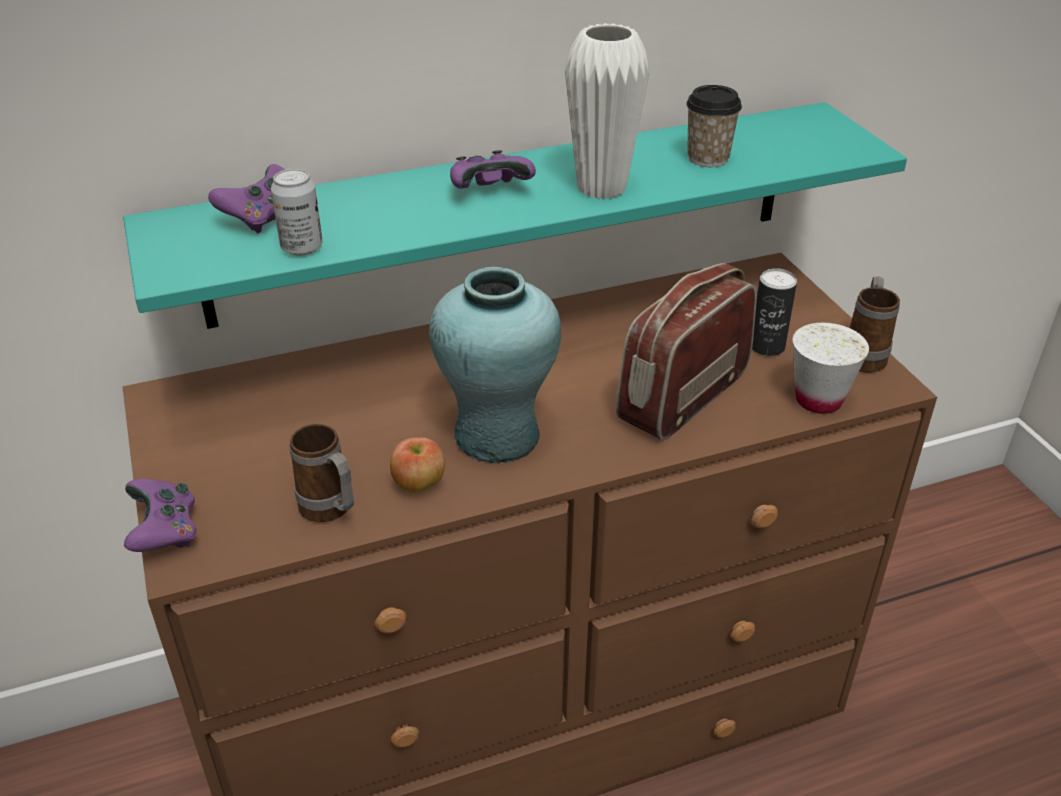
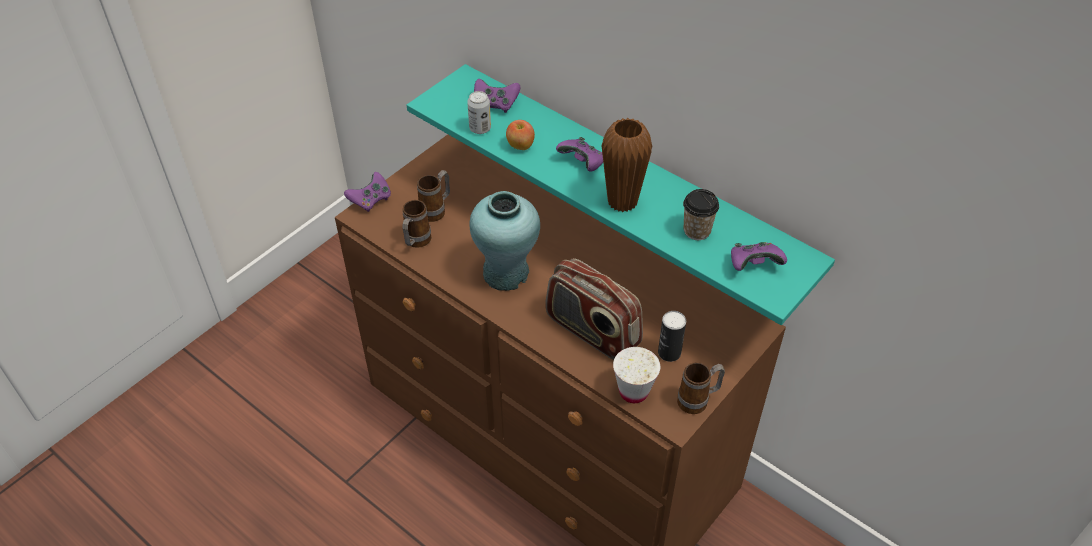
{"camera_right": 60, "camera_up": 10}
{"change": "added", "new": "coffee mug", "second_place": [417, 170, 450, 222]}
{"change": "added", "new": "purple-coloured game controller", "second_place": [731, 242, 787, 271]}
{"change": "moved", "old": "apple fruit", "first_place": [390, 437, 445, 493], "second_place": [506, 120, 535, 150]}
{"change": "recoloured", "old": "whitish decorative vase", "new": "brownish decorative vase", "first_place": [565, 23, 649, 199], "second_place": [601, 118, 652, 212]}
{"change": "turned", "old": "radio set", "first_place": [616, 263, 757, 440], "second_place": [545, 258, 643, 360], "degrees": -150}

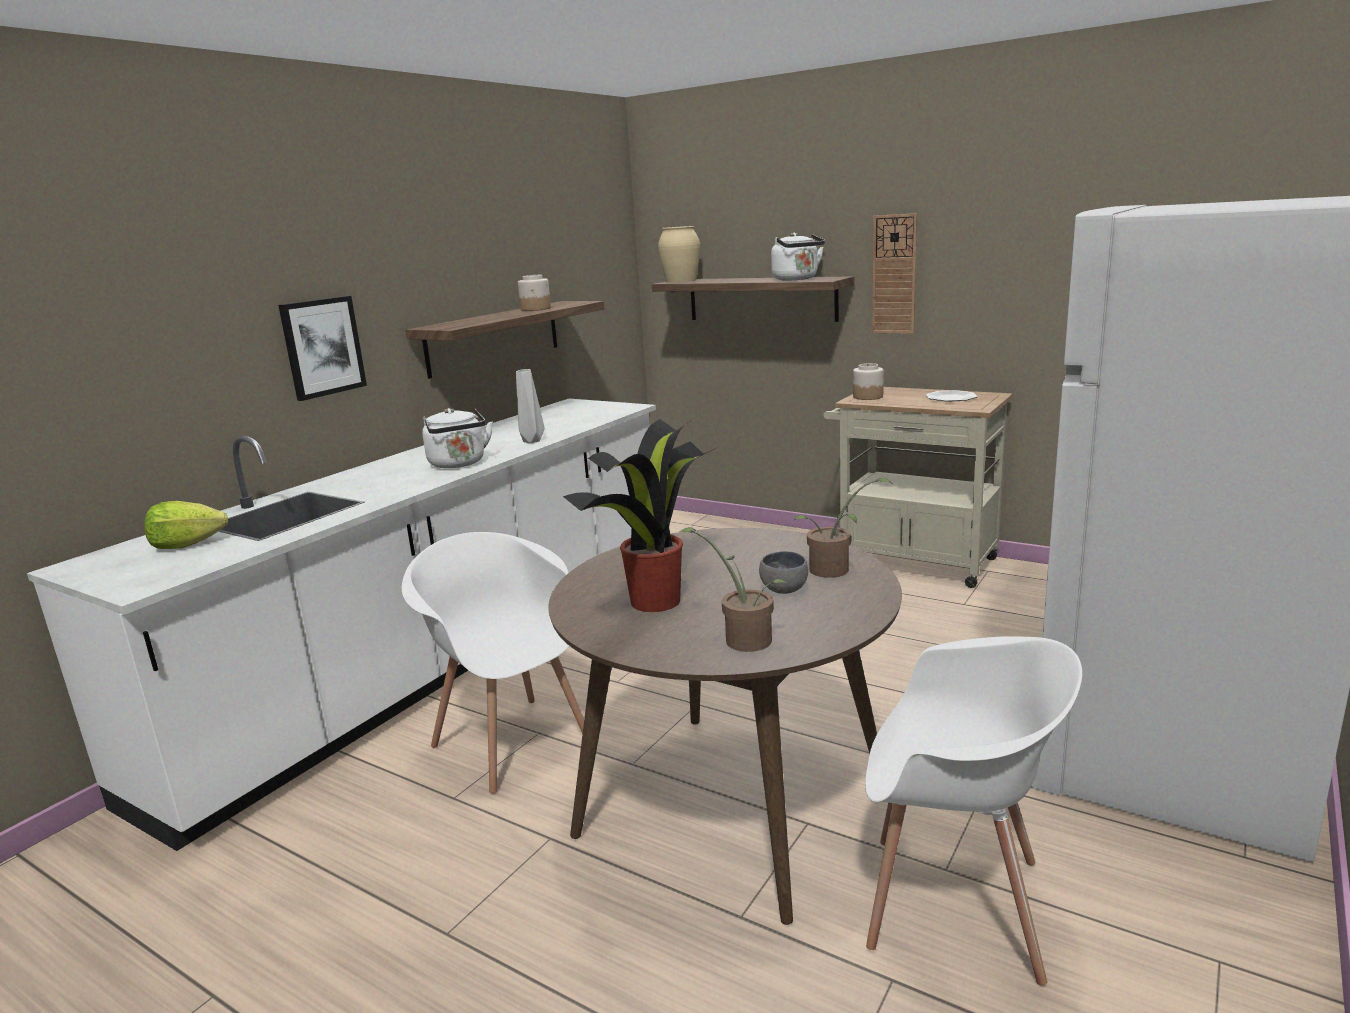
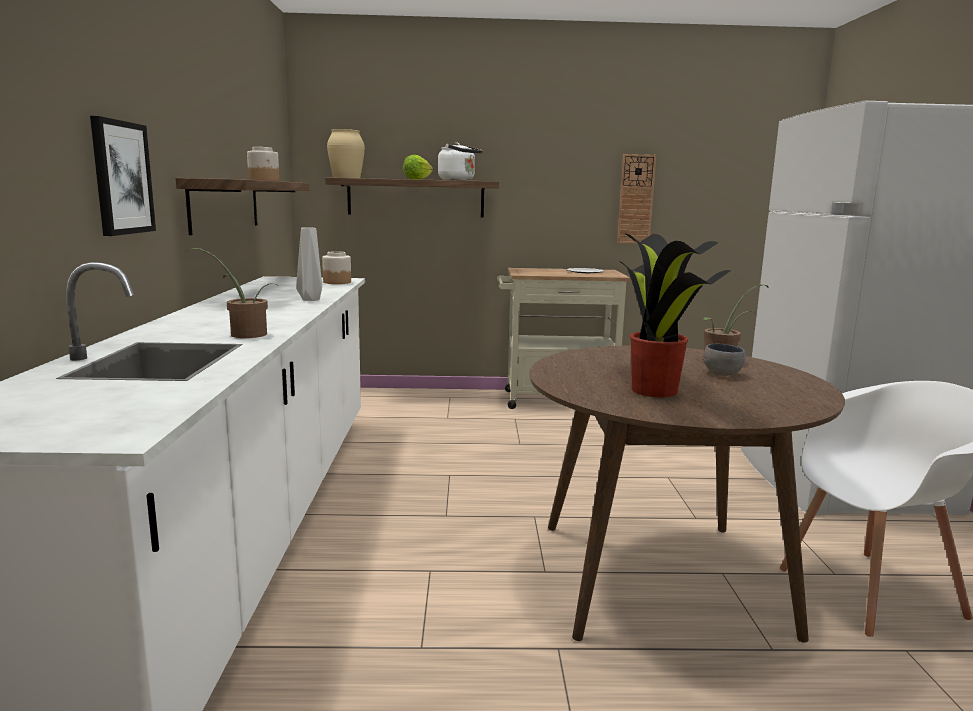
{"camera_right": -35, "camera_up": -5}
{"change": "removed", "old": "whitish chair", "first_place": [402, 532, 584, 794]}
{"change": "removed", "old": "whitish tea kettle", "first_place": [422, 408, 493, 468]}
{"change": "moved", "old": "lettuce head", "first_place": [144, 501, 228, 549], "second_place": [403, 155, 433, 180]}
{"change": "moved", "old": "houseplant", "first_place": [678, 527, 788, 652], "second_place": [185, 248, 269, 338]}
{"change": "moved", "old": "preserve jar", "first_place": [853, 363, 884, 400], "second_place": [322, 251, 351, 284]}
{"change": "moved", "old": "wall clock", "first_place": [872, 213, 917, 334], "second_place": [617, 154, 656, 244]}

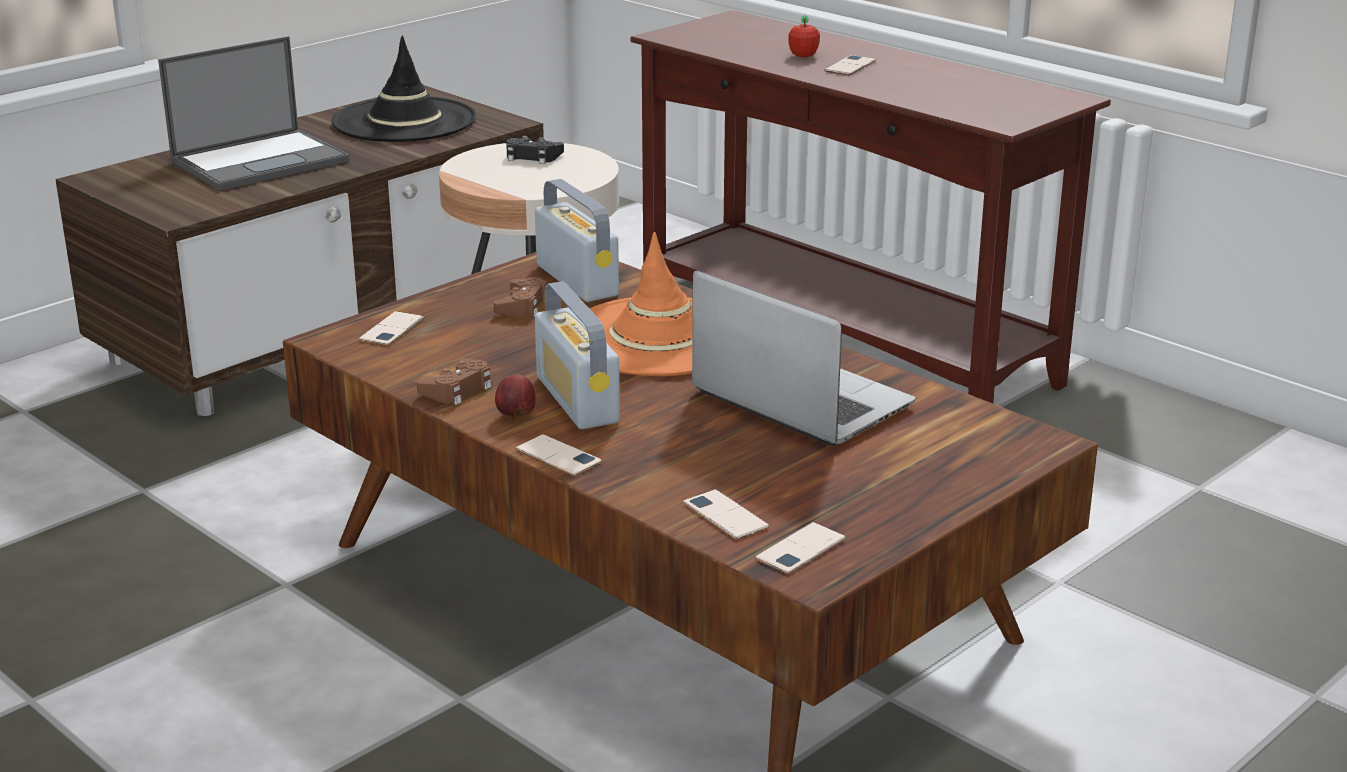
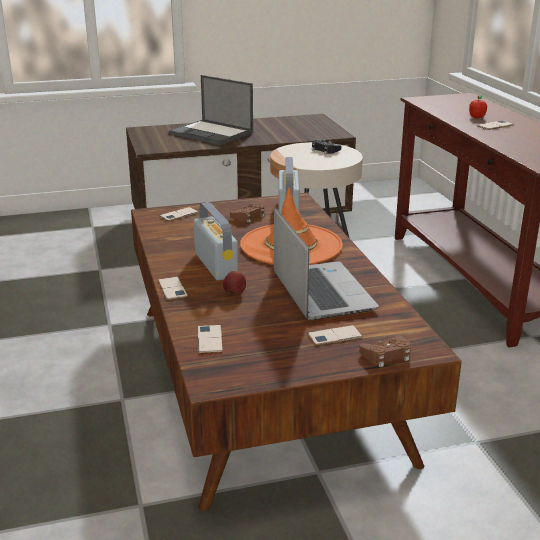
{"camera_right": 30, "camera_up": 0}
{"change": "removed", "old": "black-coloured hat", "first_place": [332, 36, 476, 142]}
{"change": "moved", "old": "brownish game controller", "first_place": [417, 358, 492, 405], "second_place": [359, 335, 411, 367]}
{"change": "moved", "old": "apple fruit", "first_place": [495, 375, 536, 419], "second_place": [223, 271, 246, 295]}
{"change": "moved", "old": "phone", "first_place": [755, 522, 846, 574], "second_place": [308, 325, 363, 346]}
{"change": "turned", "old": "laptop", "first_place": [158, 36, 350, 191], "second_place": [169, 75, 253, 145], "degrees": 45}
{"change": "turned", "old": "radio set", "first_place": [535, 281, 620, 429], "second_place": [194, 202, 238, 281], "degrees": 150}

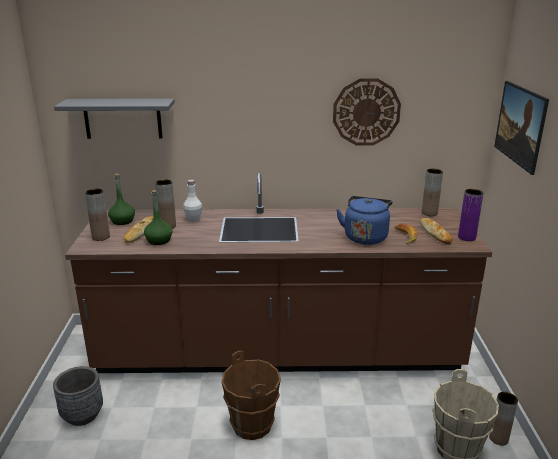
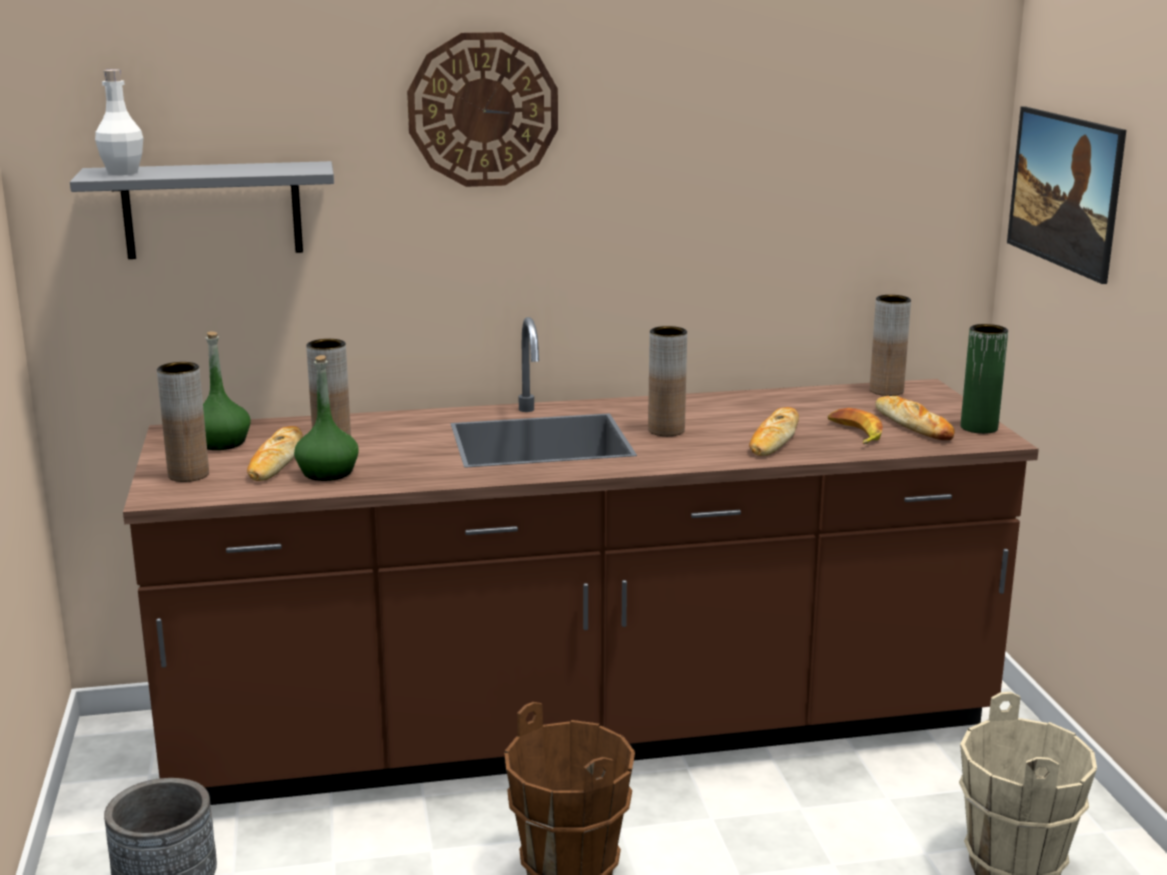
{"camera_right": -10, "camera_up": -5}
{"change": "moved", "old": "whitish beverage bottle", "first_place": [183, 180, 202, 222], "second_place": [95, 69, 143, 175]}
{"change": "moved", "old": "wall clock", "first_place": [333, 78, 401, 146], "second_place": [407, 32, 558, 187]}
{"change": "moved", "old": "brownish decorative vase", "first_place": [489, 392, 518, 446], "second_place": [648, 326, 687, 436]}
{"change": "replaced", "old": "blue-coloured tea kettle", "new": "bakery bread", "first_place": [336, 196, 393, 245], "second_place": [749, 407, 799, 456]}
{"change": "recoloured", "old": "purple-coloured decorative vase", "new": "green-coloured decorative vase", "first_place": [458, 189, 484, 241], "second_place": [961, 324, 1008, 434]}

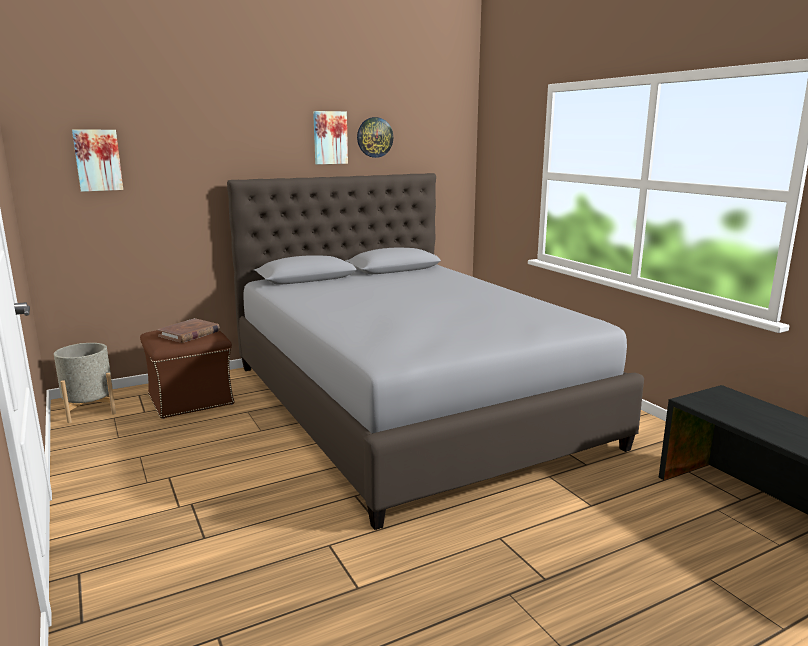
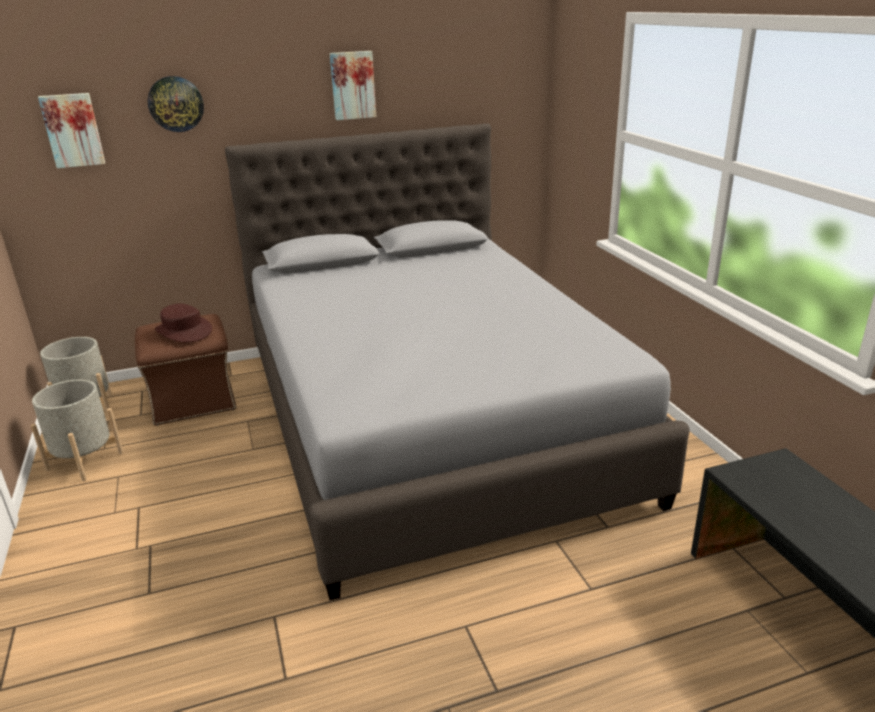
{"camera_right": 10, "camera_up": 10}
{"change": "added", "new": "greyish flower pot", "second_place": [31, 379, 124, 481]}
{"change": "moved", "old": "wall clock", "first_place": [357, 117, 393, 158], "second_place": [148, 76, 204, 132]}
{"change": "replaced", "old": "brownish bound book", "new": "brownish hat", "first_place": [157, 318, 220, 343], "second_place": [155, 304, 212, 343]}

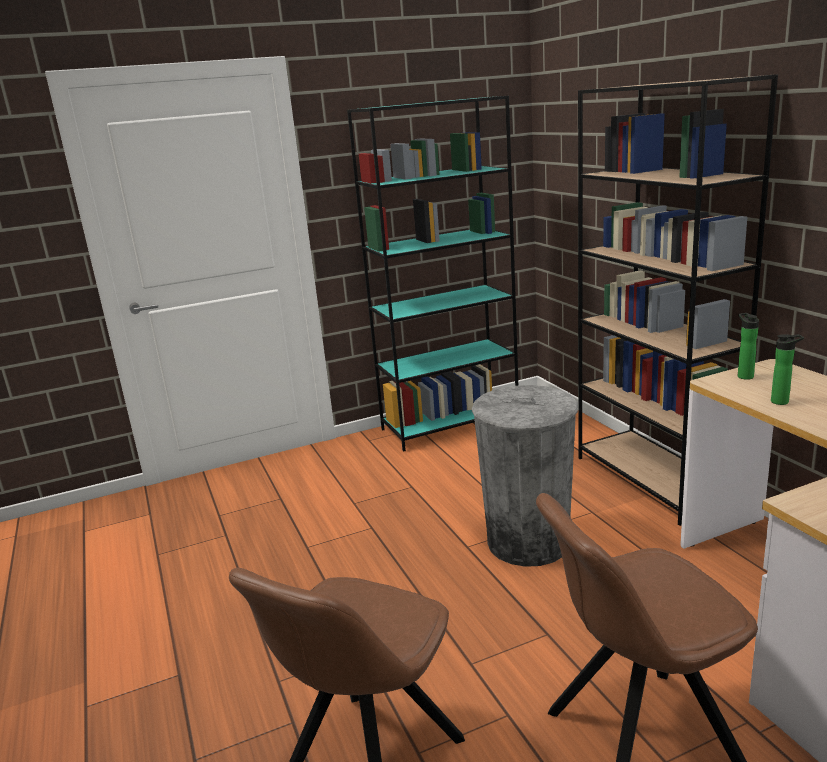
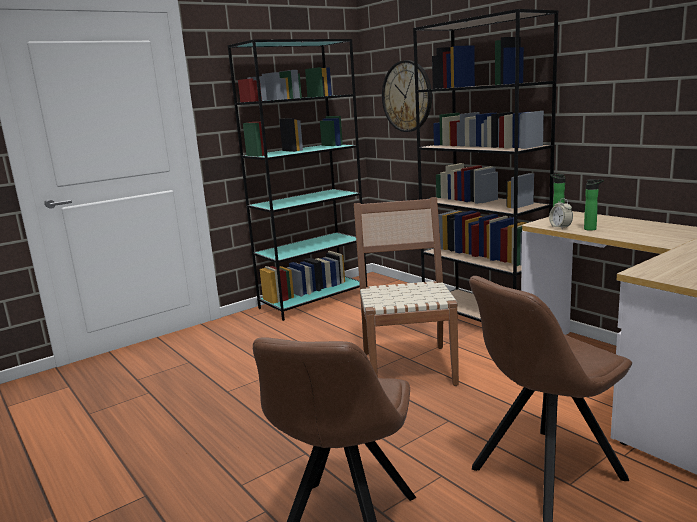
{"camera_right": -15, "camera_up": -5}
{"change": "added", "new": "wall clock", "second_place": [382, 60, 432, 132]}
{"change": "added", "new": "bedside clock", "second_place": [549, 198, 573, 229]}
{"change": "replaced", "old": "greyish trash can", "new": "chair", "first_place": [472, 385, 578, 567], "second_place": [354, 197, 459, 386]}

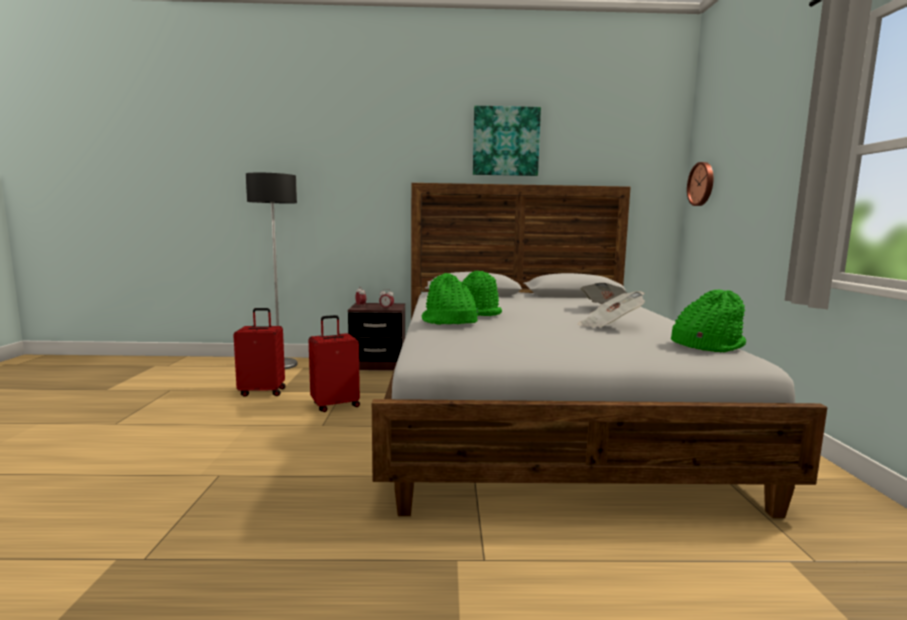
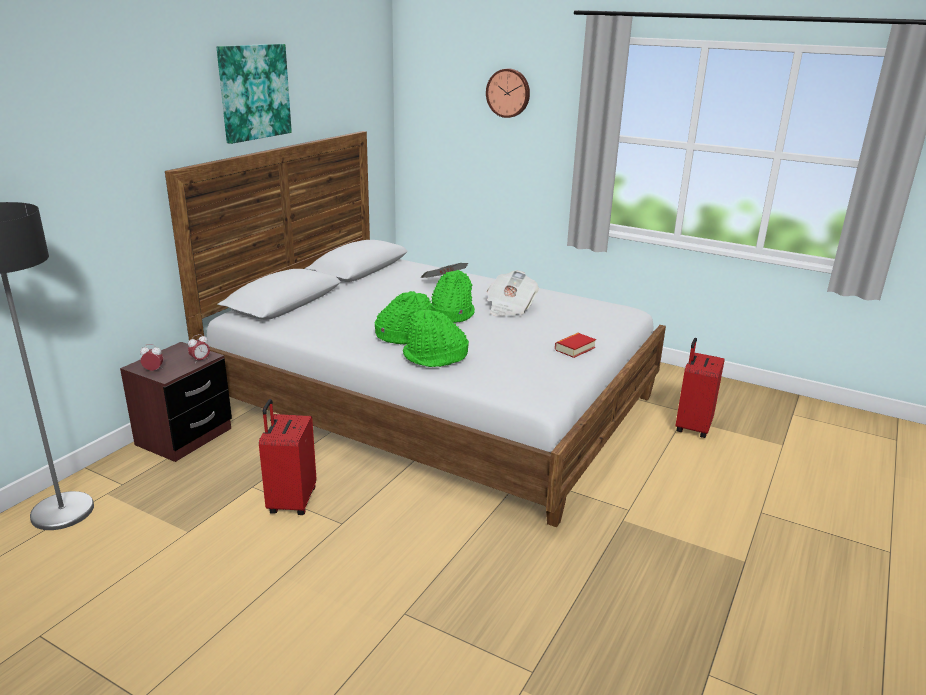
{"camera_right": -60, "camera_up": 15}
{"change": "added", "new": "bound book", "second_place": [555, 333, 596, 358]}
{"change": "moved", "old": "red piece of luggage", "first_place": [233, 308, 286, 397], "second_place": [675, 338, 725, 438]}
{"change": "moved", "old": "green-coloured hat", "first_place": [671, 290, 746, 353], "second_place": [431, 270, 475, 322]}
{"change": "moved", "old": "wall clock", "first_place": [687, 162, 713, 206], "second_place": [486, 69, 530, 118]}

